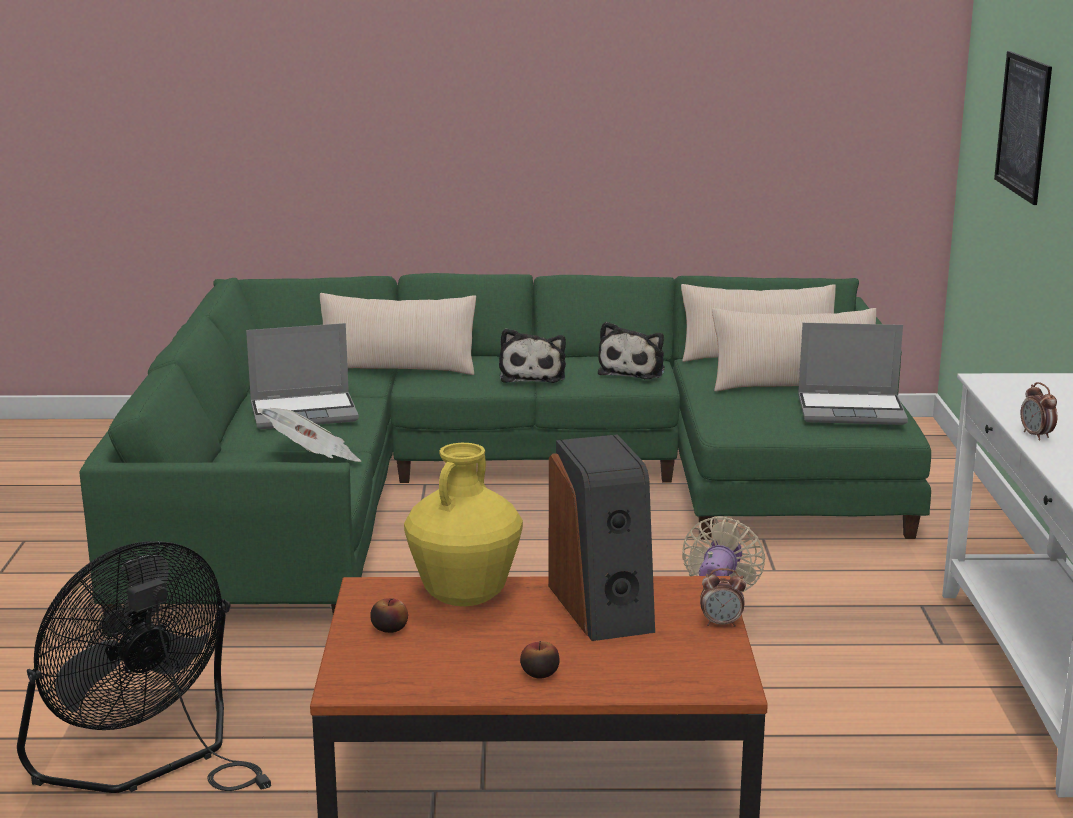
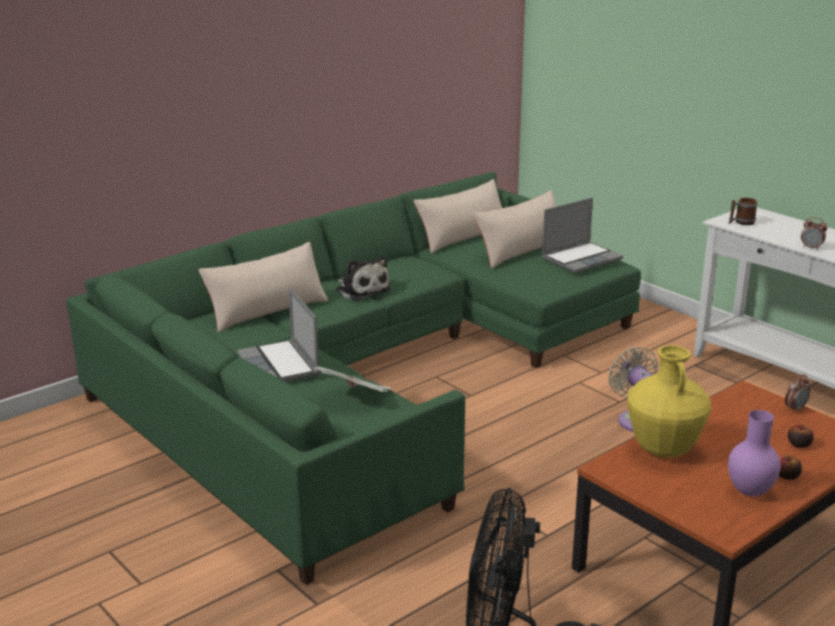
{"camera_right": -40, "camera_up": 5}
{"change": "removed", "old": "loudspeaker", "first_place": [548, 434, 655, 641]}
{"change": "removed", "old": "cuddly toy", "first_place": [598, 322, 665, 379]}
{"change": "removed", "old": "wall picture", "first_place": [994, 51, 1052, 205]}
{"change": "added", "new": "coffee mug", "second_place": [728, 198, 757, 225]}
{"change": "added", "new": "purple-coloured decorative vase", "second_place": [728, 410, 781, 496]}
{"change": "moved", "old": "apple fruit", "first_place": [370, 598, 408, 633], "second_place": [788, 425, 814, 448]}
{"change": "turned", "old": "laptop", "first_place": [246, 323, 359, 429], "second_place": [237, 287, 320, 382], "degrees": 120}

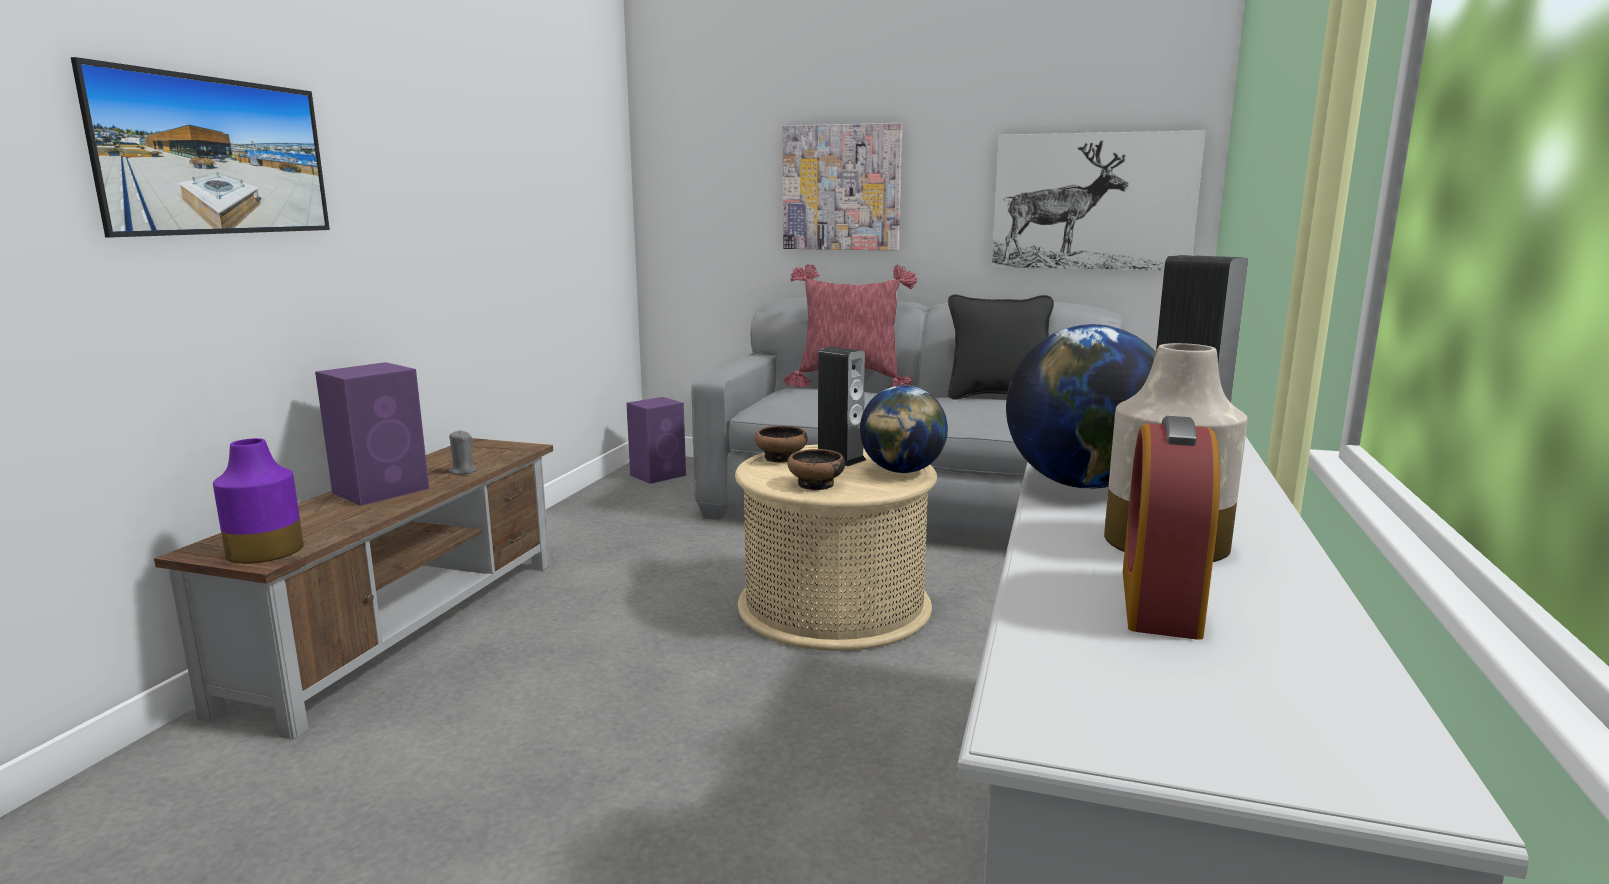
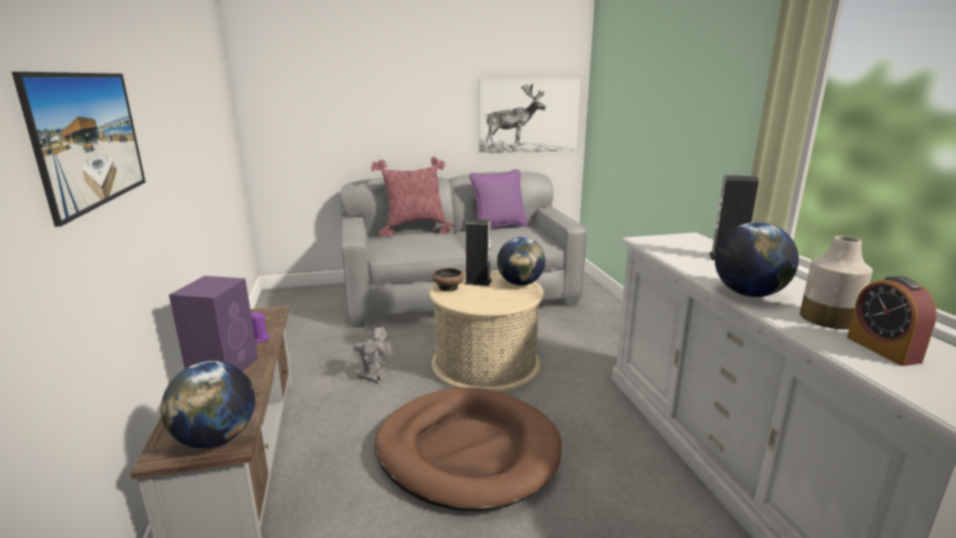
{"camera_right": -30, "camera_up": 5}
{"change": "removed", "old": "purple-coloured loudspeaker", "first_place": [627, 397, 686, 484]}
{"change": "removed", "old": "wall picture", "first_place": [783, 123, 903, 251]}
{"change": "removed", "old": "deep dish", "first_place": [787, 449, 846, 490]}
{"change": "added", "new": "greyish fan", "second_place": [353, 325, 394, 383]}
{"change": "added", "new": "brownish dog bed", "second_place": [374, 388, 562, 511]}
{"change": "replaced", "old": "purple-coloured decorative vase", "new": "desk globe", "first_place": [213, 438, 304, 564], "second_place": [161, 361, 255, 448]}
{"change": "recoloured", "old": "greyish candle", "new": "purple-coloured candle", "first_place": [449, 430, 477, 475], "second_place": [251, 312, 270, 343]}
{"change": "recoloured", "old": "black-coloured throw pillow", "new": "purple-coloured throw pillow", "first_place": [948, 294, 1054, 400], "second_place": [469, 169, 528, 228]}

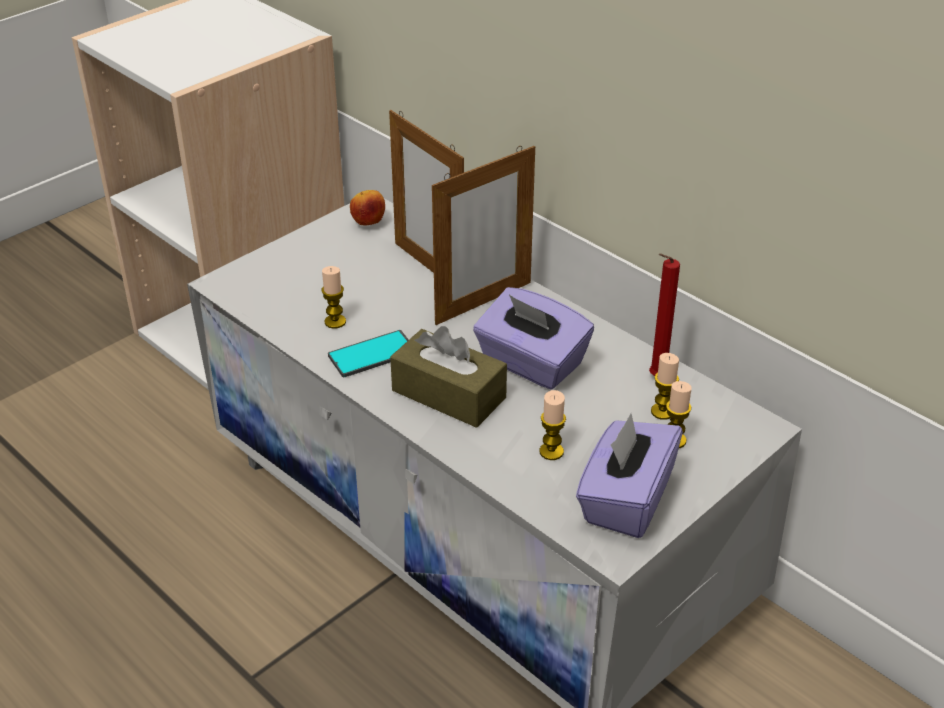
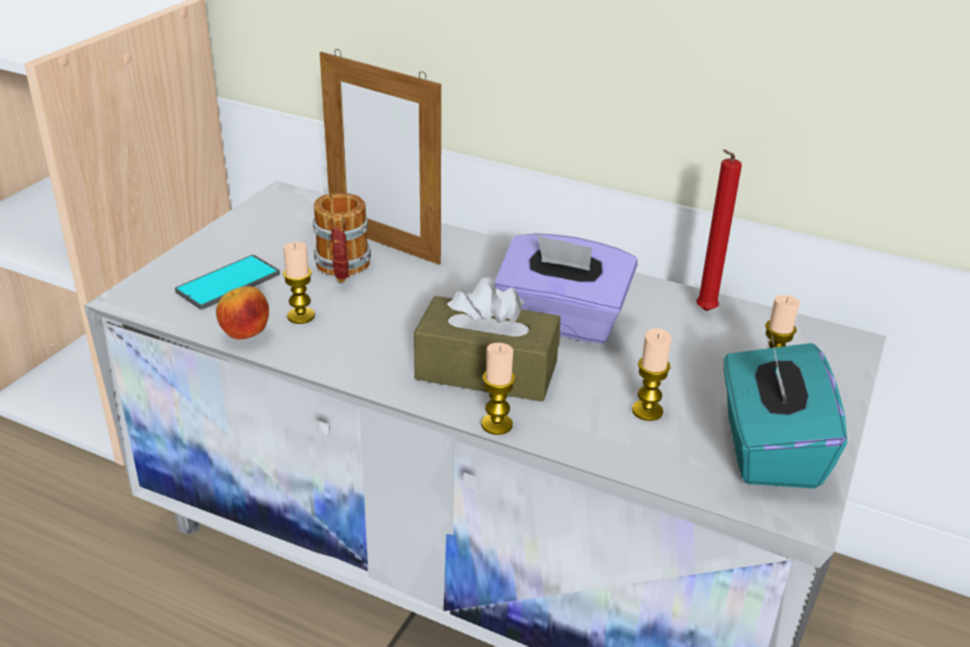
{"camera_right": -20, "camera_up": -5}
{"change": "removed", "old": "picture frame", "first_place": [432, 146, 535, 325]}
{"change": "added", "new": "coffee mug", "second_place": [313, 193, 371, 283]}
{"change": "moved", "old": "phone", "first_place": [328, 330, 409, 377], "second_place": [175, 255, 280, 310]}
{"change": "moved", "old": "apple fruit", "first_place": [350, 190, 385, 226], "second_place": [216, 286, 269, 340]}
{"change": "moved", "old": "candle", "first_place": [651, 353, 679, 420], "second_place": [481, 343, 516, 435]}
{"change": "recoloured", "old": "purple-coloured tissue holder", "new": "turquoise tissue holder", "first_place": [576, 413, 683, 538], "second_place": [724, 332, 847, 489]}

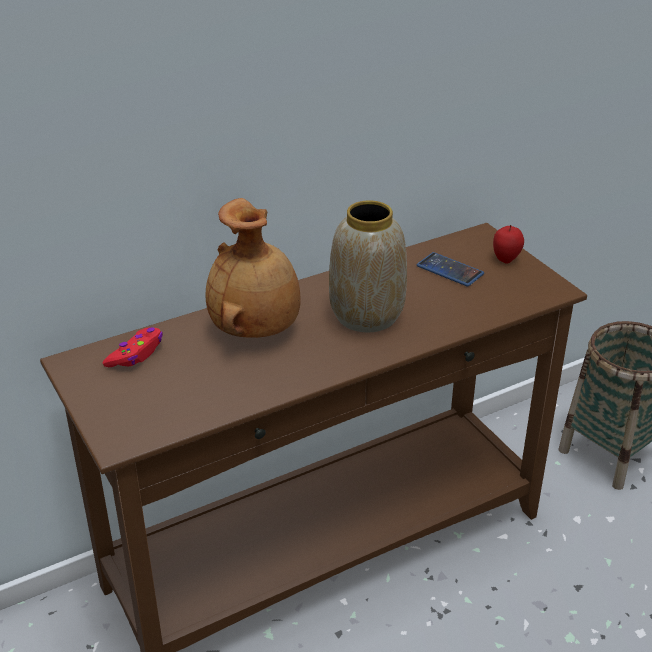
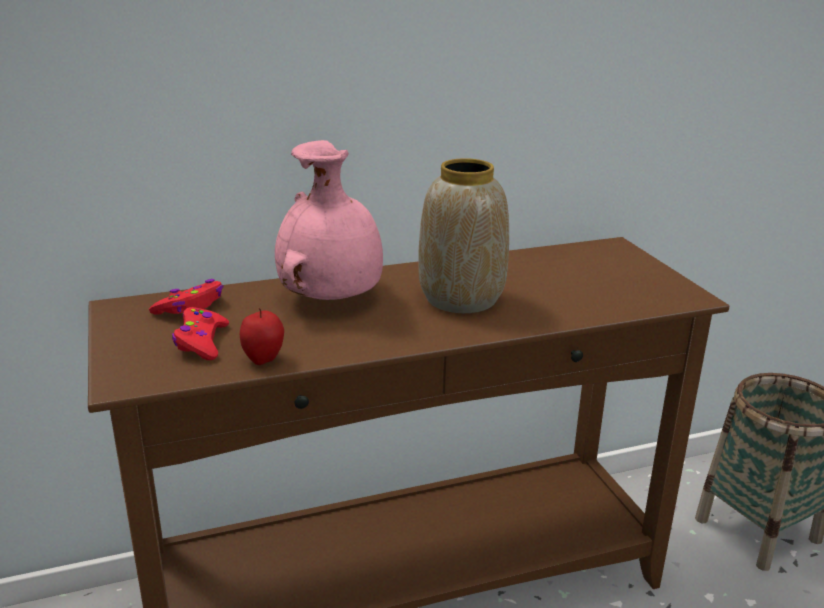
{"camera_right": 10, "camera_up": -10}
{"change": "removed", "old": "phone", "first_place": [417, 252, 484, 287]}
{"change": "added", "new": "red game controller", "second_place": [172, 307, 229, 360]}
{"change": "moved", "old": "apple fruit", "first_place": [493, 225, 524, 264], "second_place": [240, 308, 284, 365]}
{"change": "recoloured", "old": "brownish decorative vase", "new": "pink-coloured decorative vase", "first_place": [206, 198, 301, 338], "second_place": [275, 140, 383, 300]}

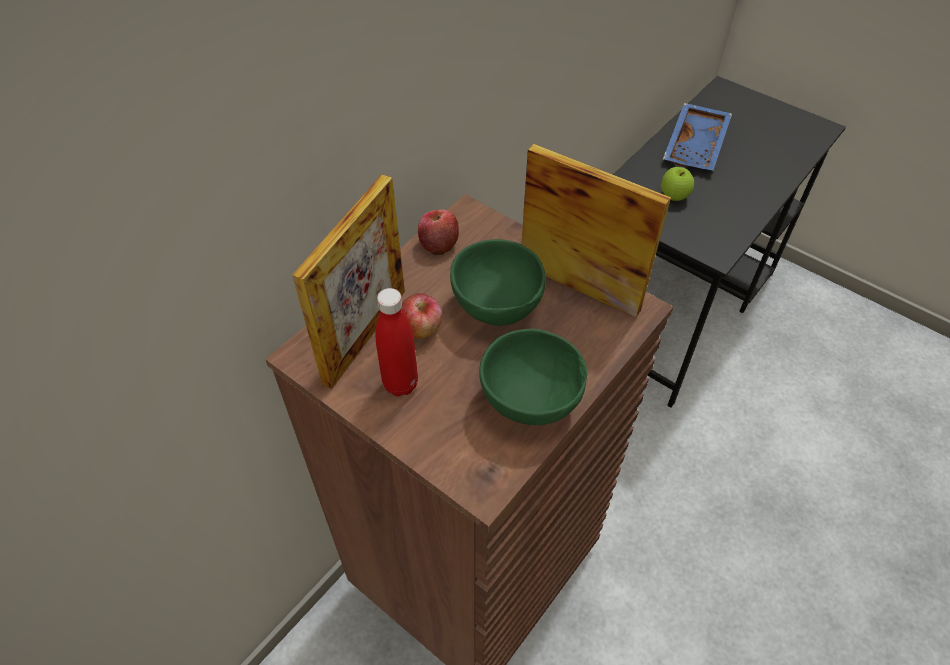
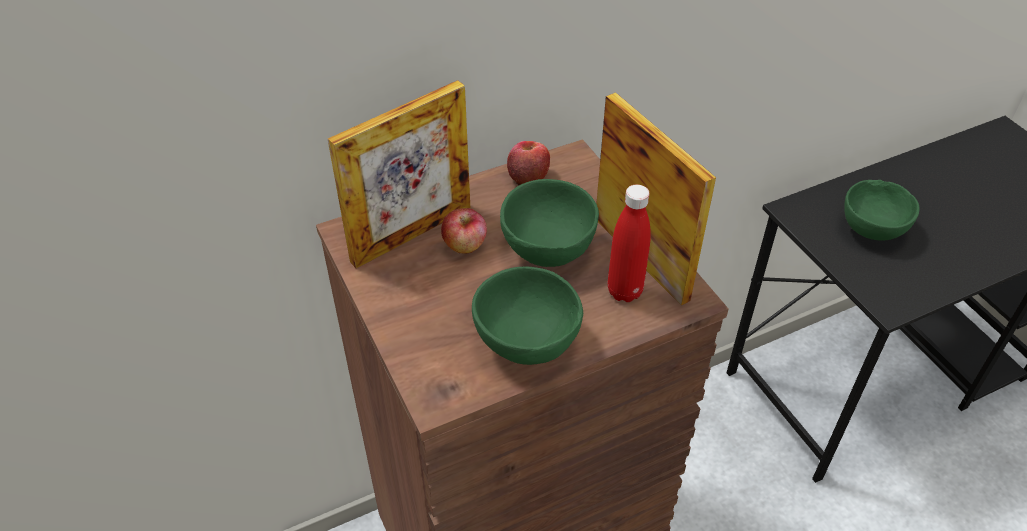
{"camera_right": 25, "camera_up": -5}
{"change": "removed", "old": "blue-coloured serving tray", "first_place": [663, 103, 732, 171]}
{"change": "moved", "old": "red beverage bottle", "first_place": [376, 288, 418, 396], "second_place": [608, 185, 651, 302]}
{"change": "replaced", "old": "apple fruit", "new": "green-coloured deep dish", "first_place": [661, 167, 694, 201], "second_place": [844, 180, 920, 240]}

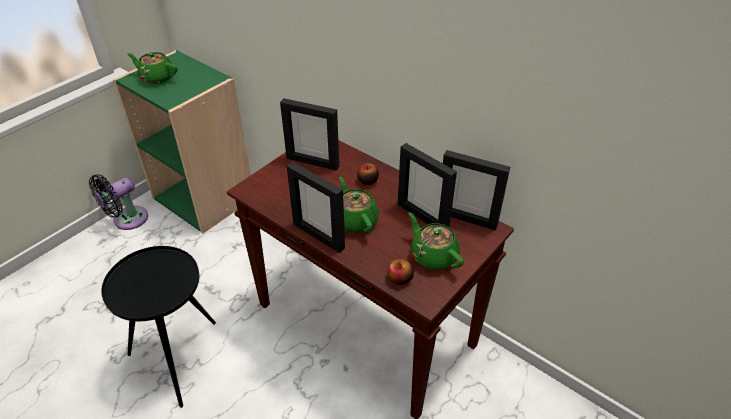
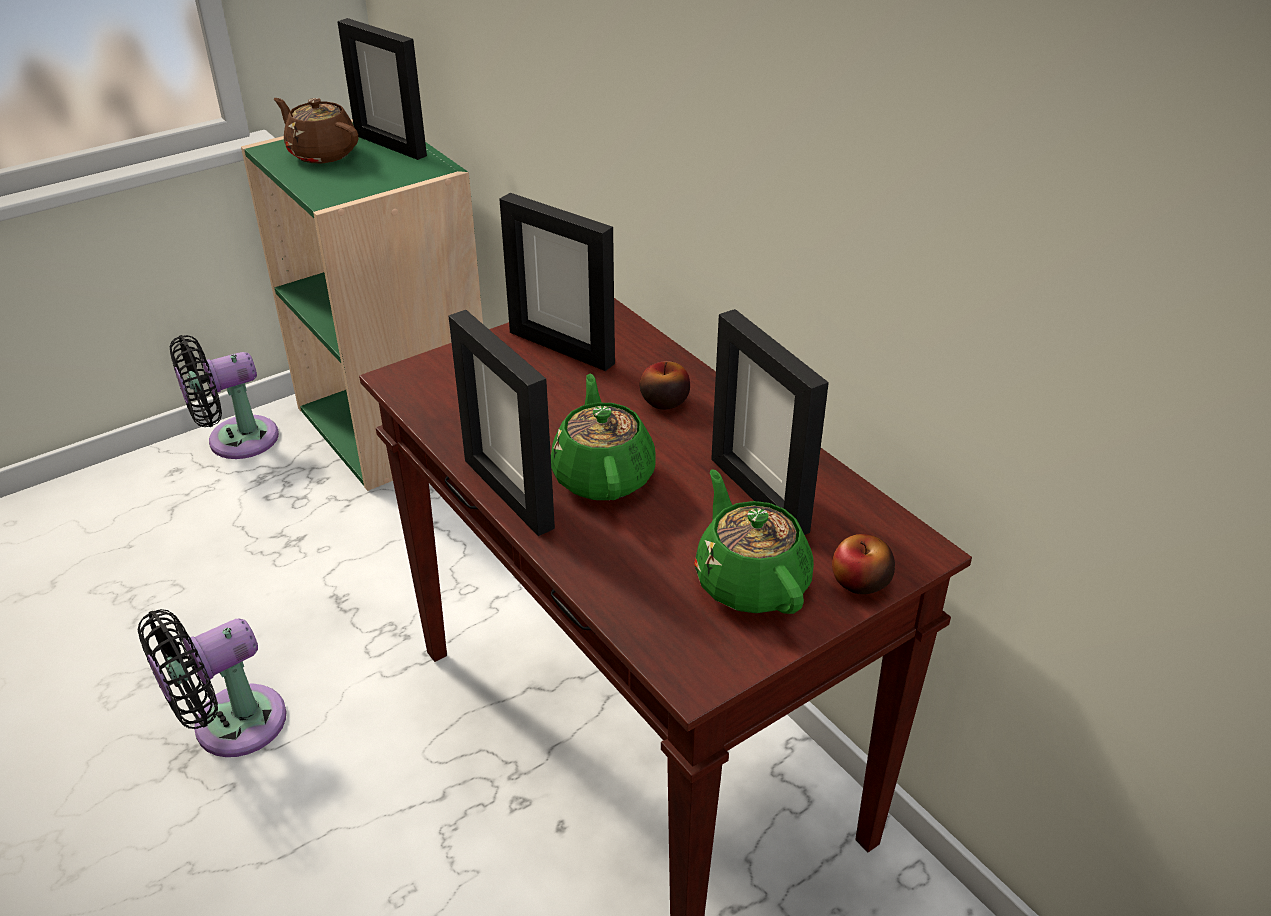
{"camera_right": 15, "camera_up": -5}
{"change": "moved", "old": "apple fruit", "first_place": [387, 259, 414, 285], "second_place": [832, 534, 895, 594]}
{"change": "moved", "old": "picture frame", "first_place": [443, 150, 510, 230], "second_place": [337, 18, 427, 160]}
{"change": "replaced", "old": "black-coloured end table", "new": "black-coloured fan", "first_place": [101, 246, 216, 408], "second_place": [138, 609, 287, 757]}
{"change": "recoloured", "old": "green-coloured pot for tea", "new": "brownish pot for tea", "first_place": [127, 52, 178, 84], "second_place": [274, 98, 358, 163]}

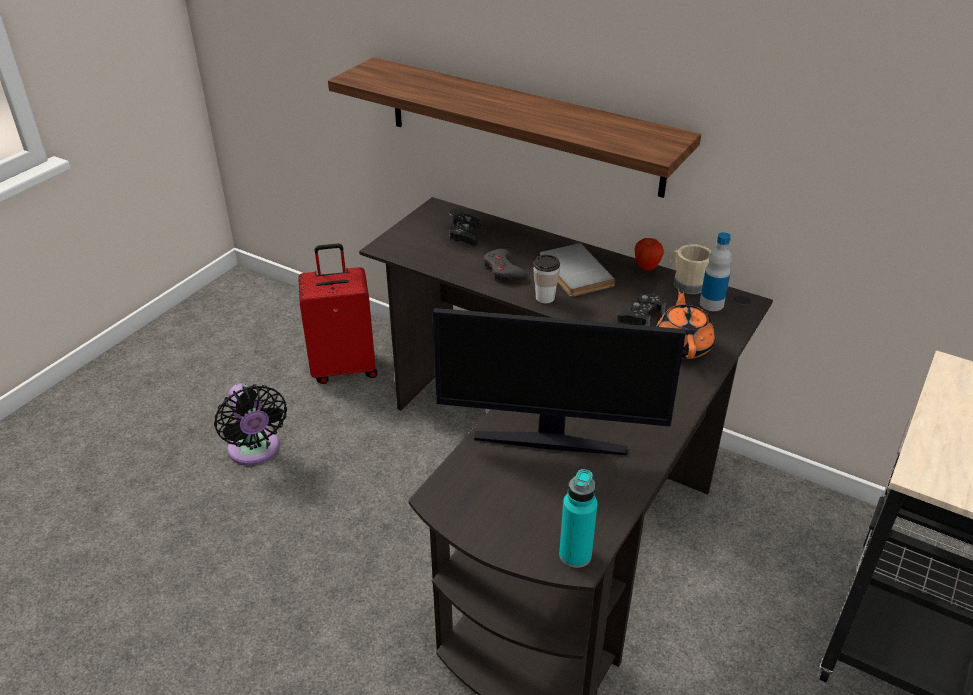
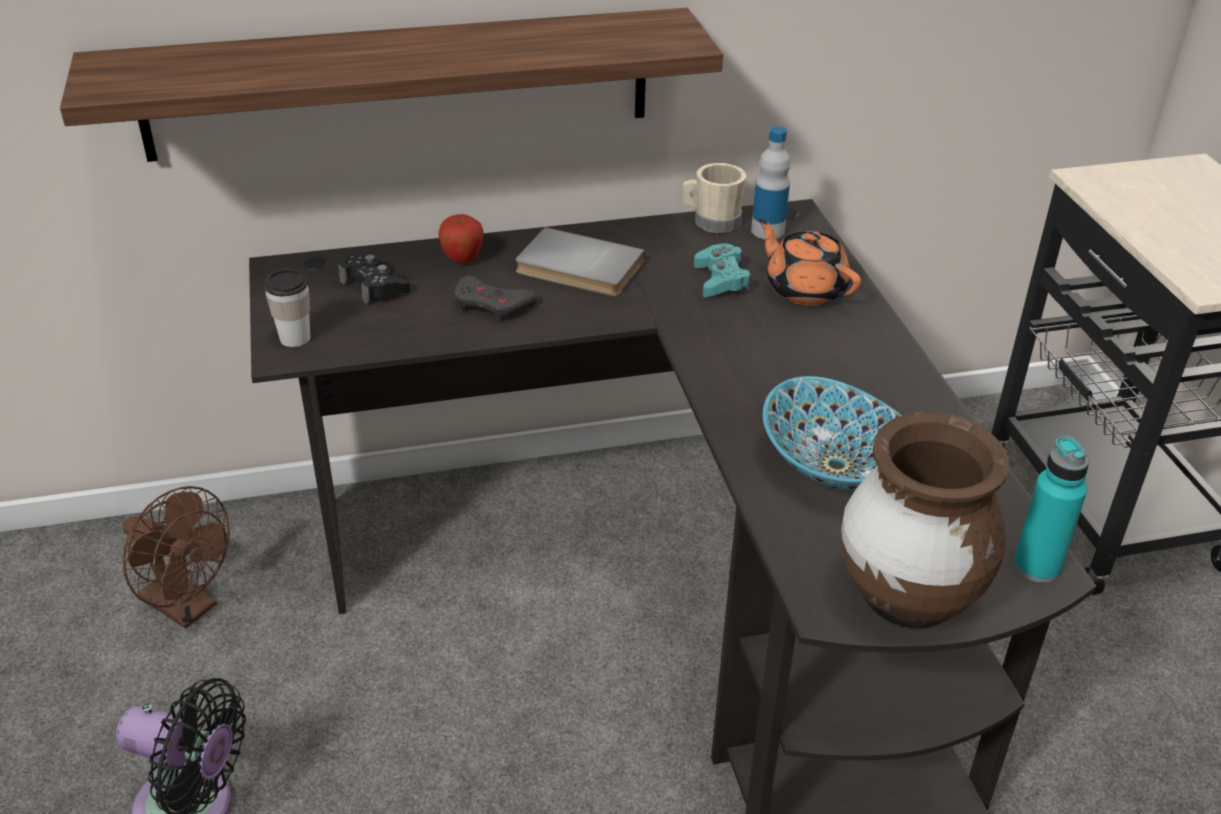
{"camera_right": -45, "camera_up": 0}
{"change": "added", "new": "brownish decorative vase", "second_place": [841, 412, 1009, 628]}
{"change": "moved", "old": "cup", "first_place": [533, 254, 560, 303], "second_place": [264, 269, 310, 347]}
{"change": "moved", "old": "apple fruit", "first_place": [635, 238, 664, 270], "second_place": [438, 214, 484, 264]}
{"change": "replaced", "old": "red piece of luggage", "new": "brownish fan", "first_place": [298, 244, 378, 384], "second_place": [123, 486, 230, 629]}
{"change": "replaced", "old": "computer screen", "new": "deep dish", "first_place": [433, 308, 686, 455], "second_place": [763, 376, 902, 491]}
{"change": "recoloured", "old": "black-coloured game controller", "new": "turquoise game controller", "first_place": [617, 293, 666, 326], "second_place": [694, 243, 751, 297]}

